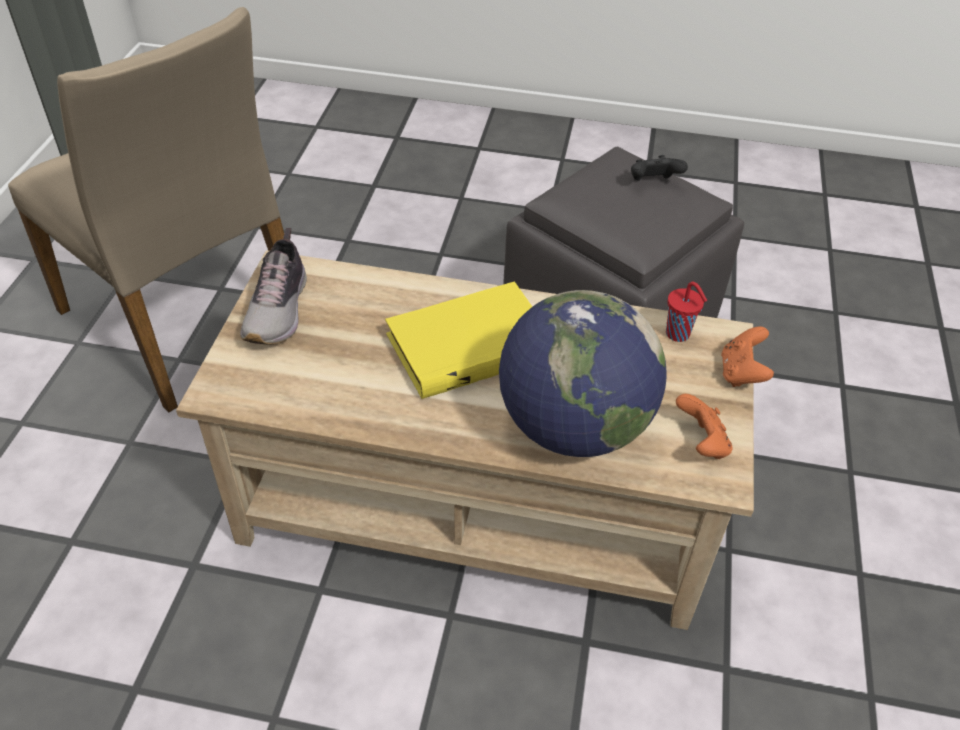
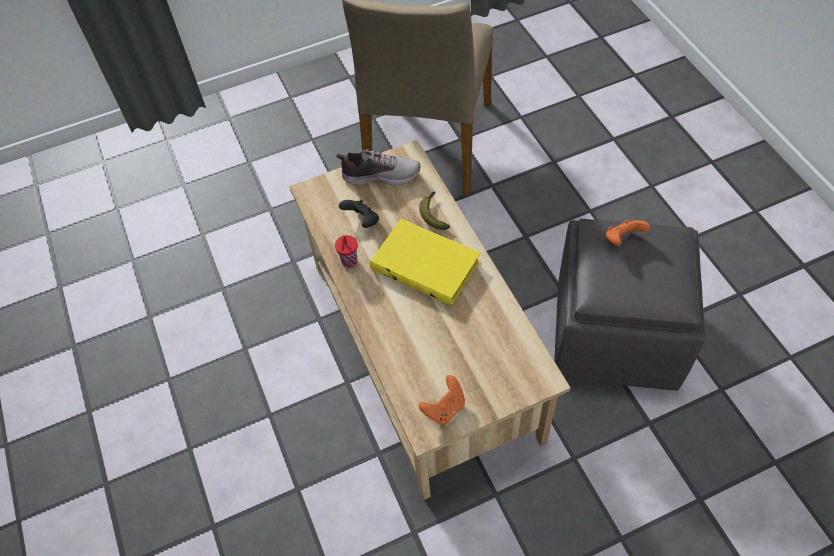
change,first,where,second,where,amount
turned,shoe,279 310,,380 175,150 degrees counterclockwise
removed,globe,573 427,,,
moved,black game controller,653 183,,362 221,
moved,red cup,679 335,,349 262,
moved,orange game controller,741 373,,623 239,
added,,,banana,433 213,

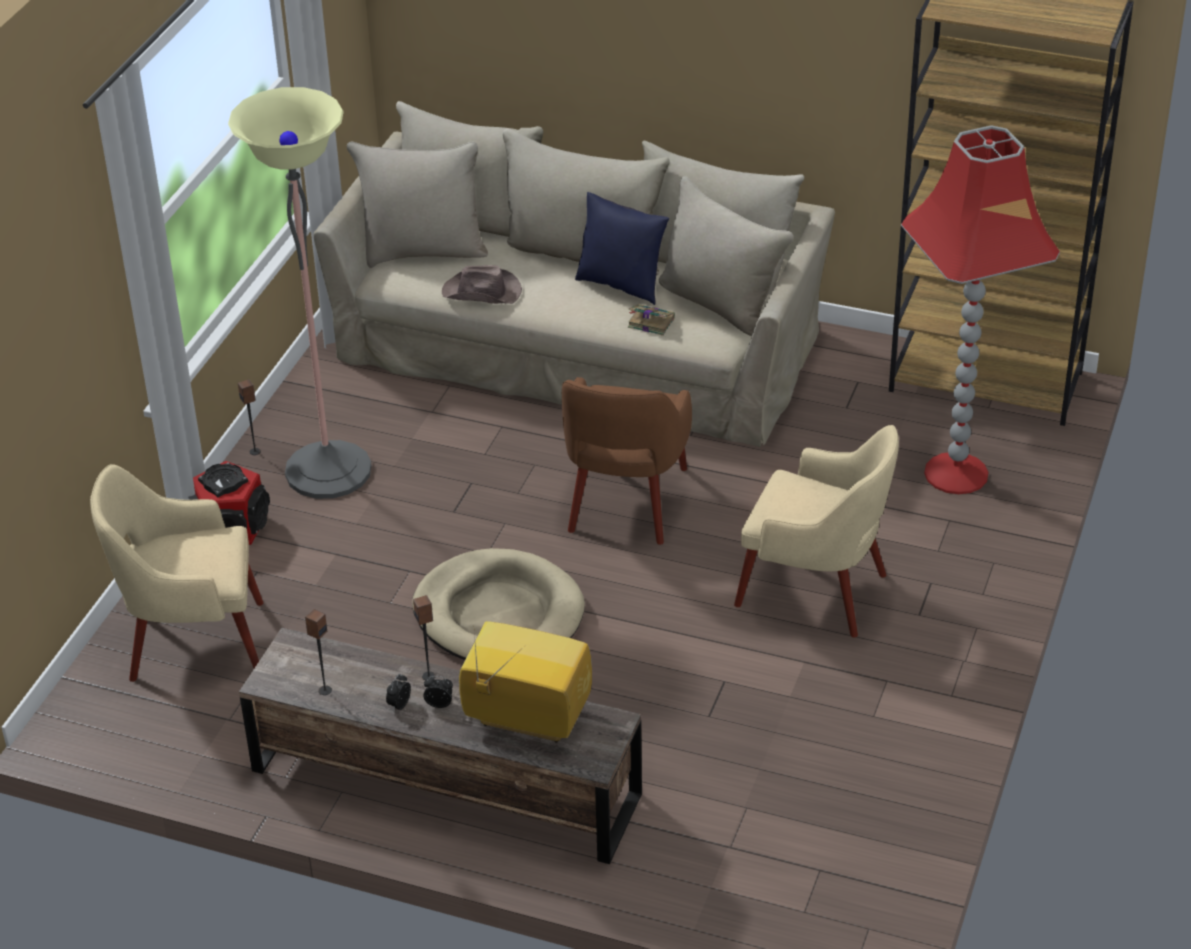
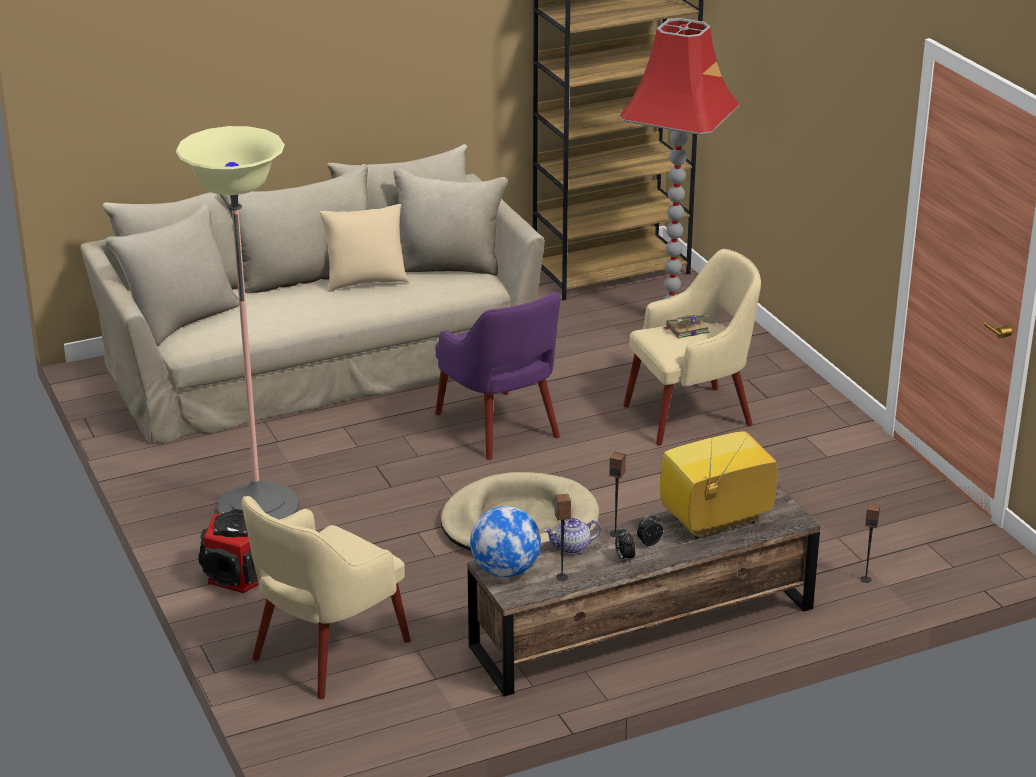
change,first,where,second,where,amount
moved,speaker,255 451,,865 579,
removed,brown hat,482 292,,,
recoloured,brown armchair,626 502,purple armchair,499 427,
recoloured,blue pillow,621 285,beige pillow,365 282,
moved,book,650 322,,686 329,
added,,,globe,505 570,
added,,,teapot,572 547,

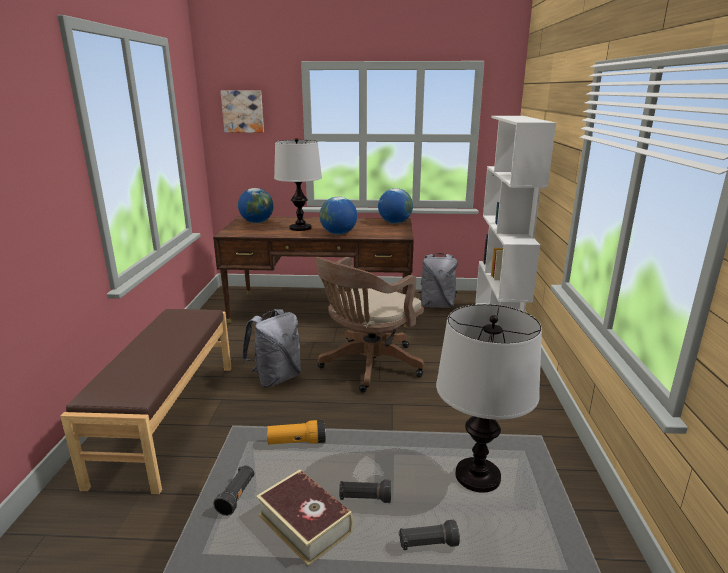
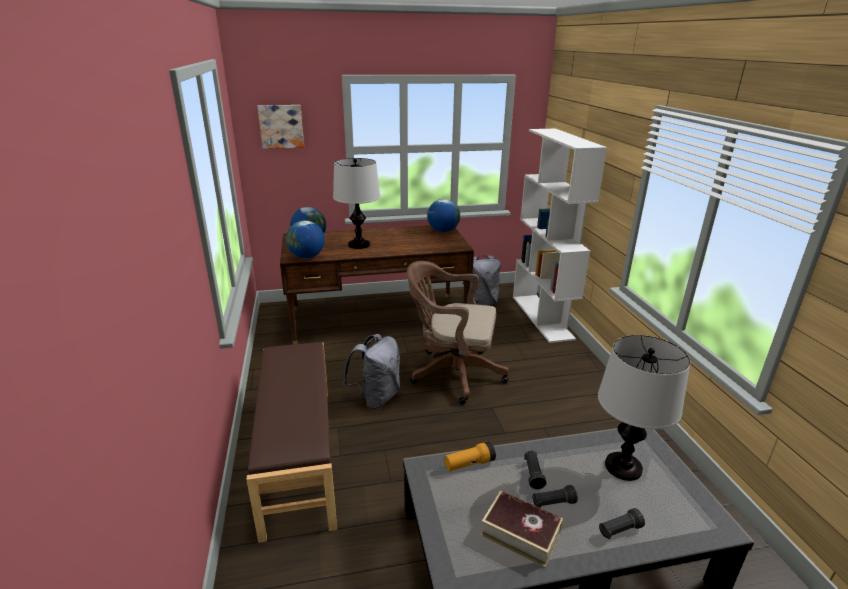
change,first,where,second,where,amount
moved,black flashlight,237 496,,533 474,
turned,brown office chair,367 366,,452 373,75 degrees clockwise
moved,globe,338 234,,307 257,

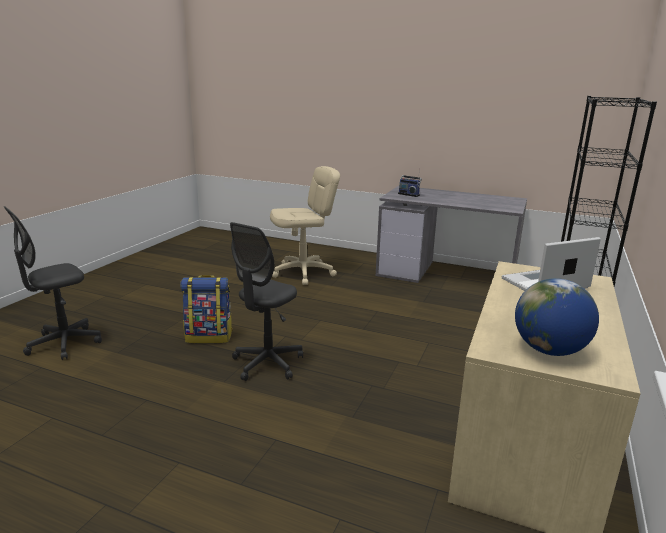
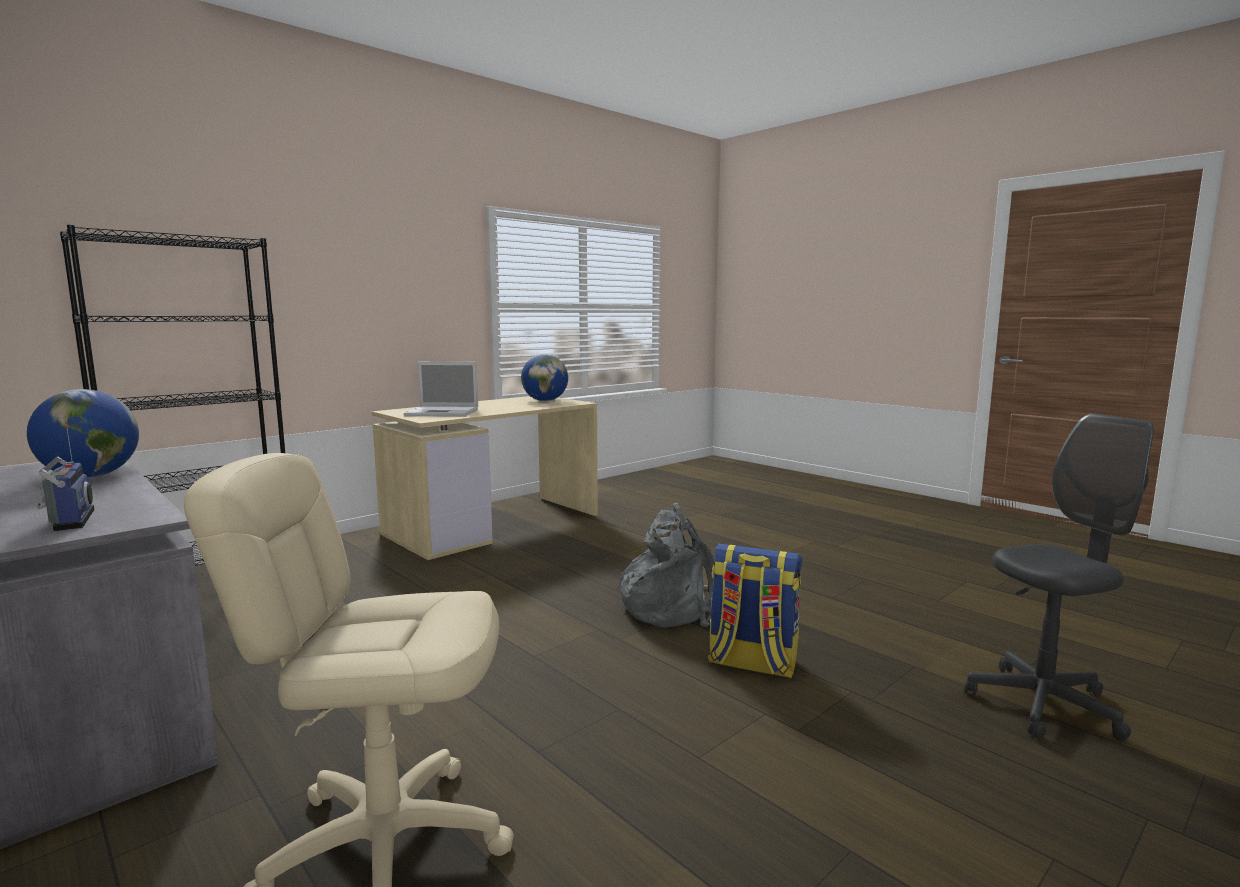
change,first,where,second,where,amount
replaced,grey office chair,267 363,grey backpack,670 607,
added,,,globe,91 476,

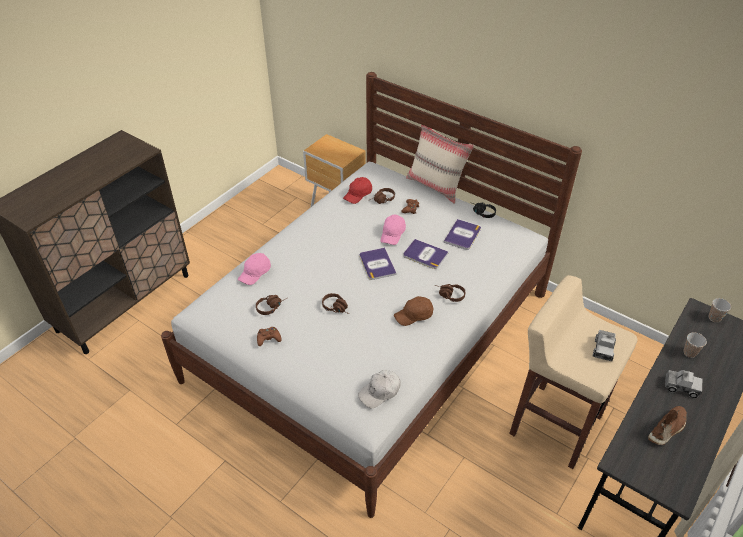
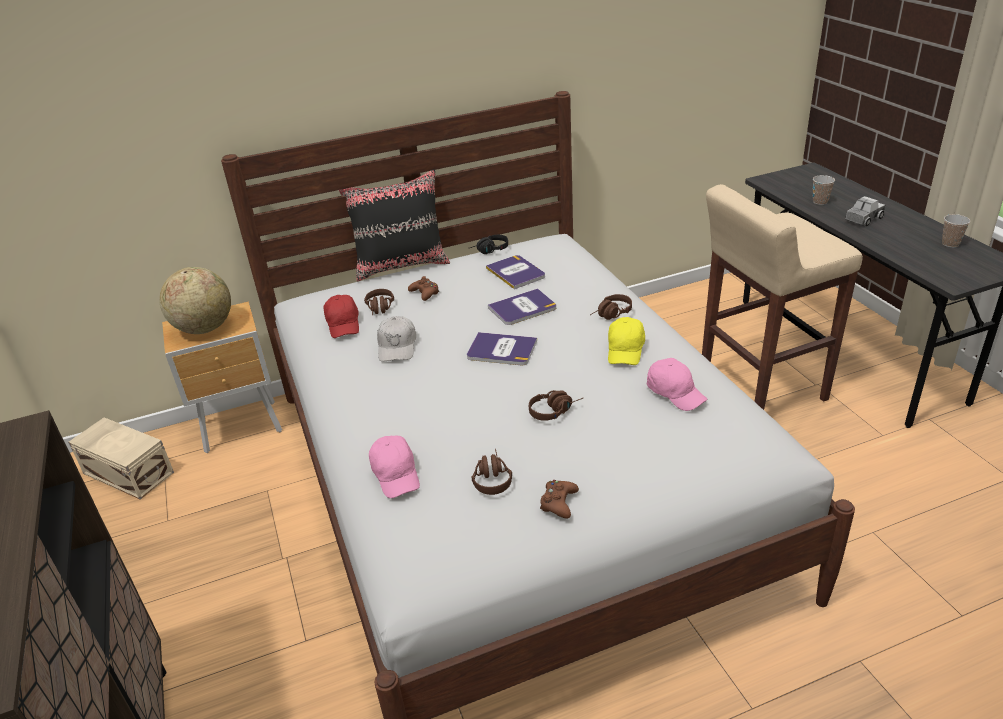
change,first,where,second,where,amount
moved,white cap,380 392,,397 346,
moved,pink cap,393 234,,675 393,
recoloured,brown cap,414 315,yellow cap,625 350,
recoloured,beige pillow,436 186,black pillow,402 265,
removed,toy truck,603 349,,,
removed,brown shoe,667 429,,,
moved,cup,714 318,,950 244,
added,,,beige storage box,128 472,
added,,,globe,204 328,

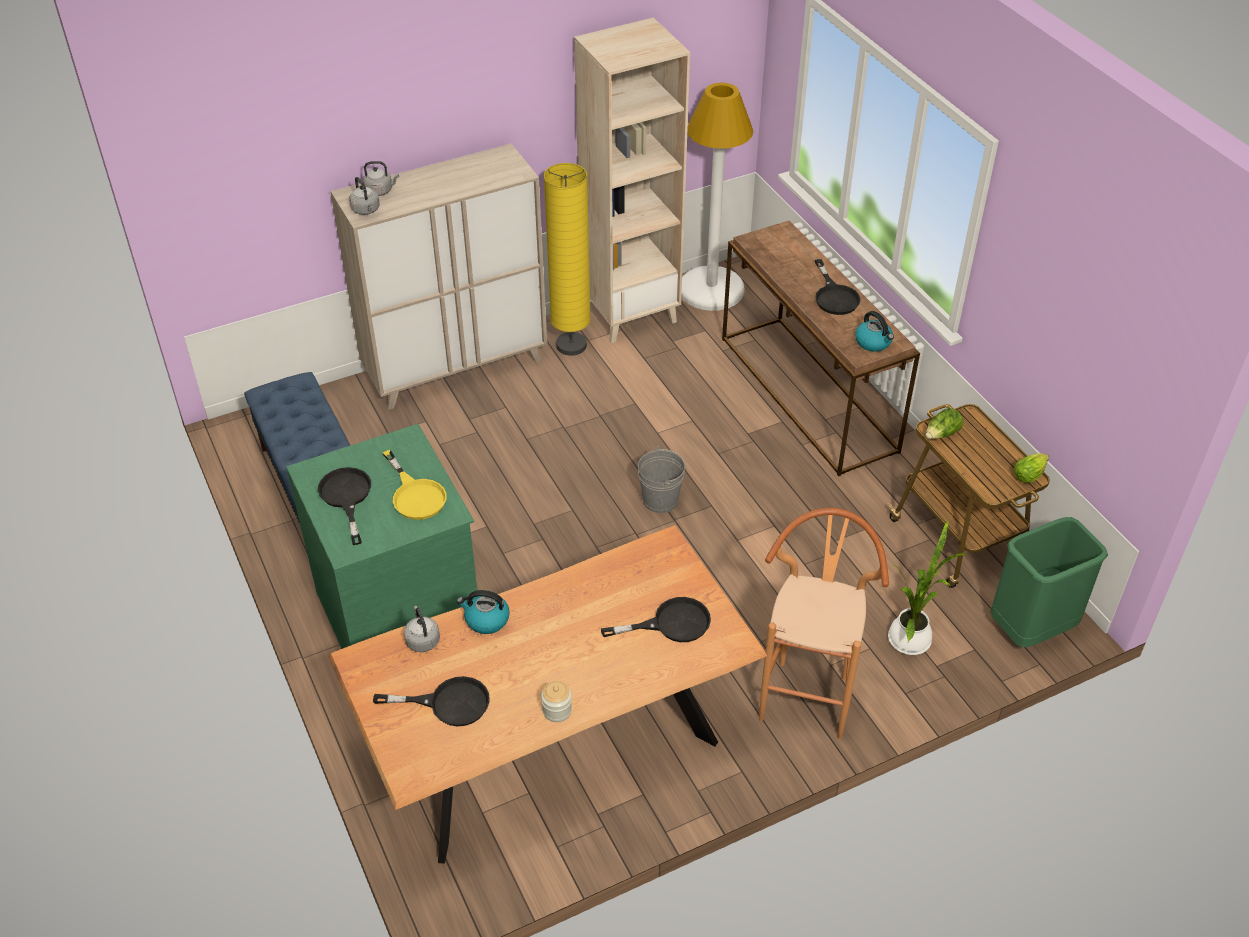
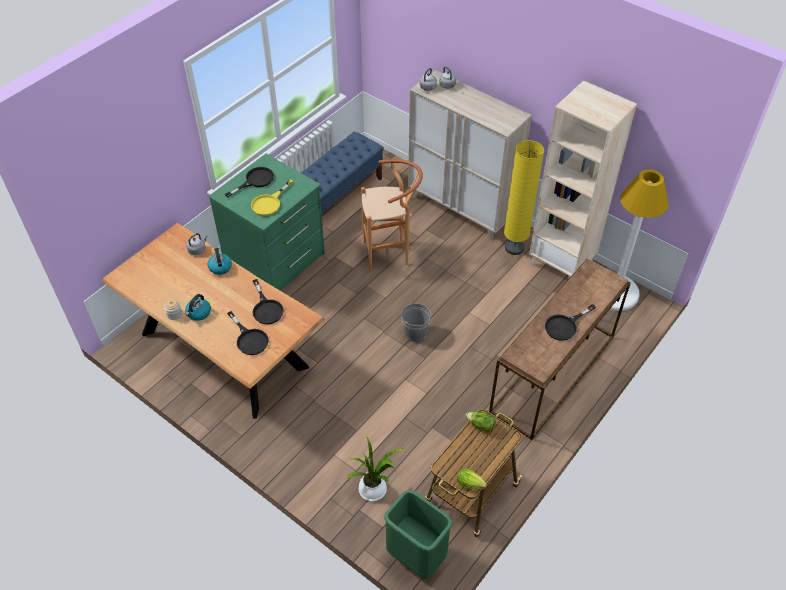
change,first,where,second,where,amount
moved,black frying pan,448 703,,266 308,
moved,brown stool,808 691,,390 254,
moved,kettle,873 342,,198 313,

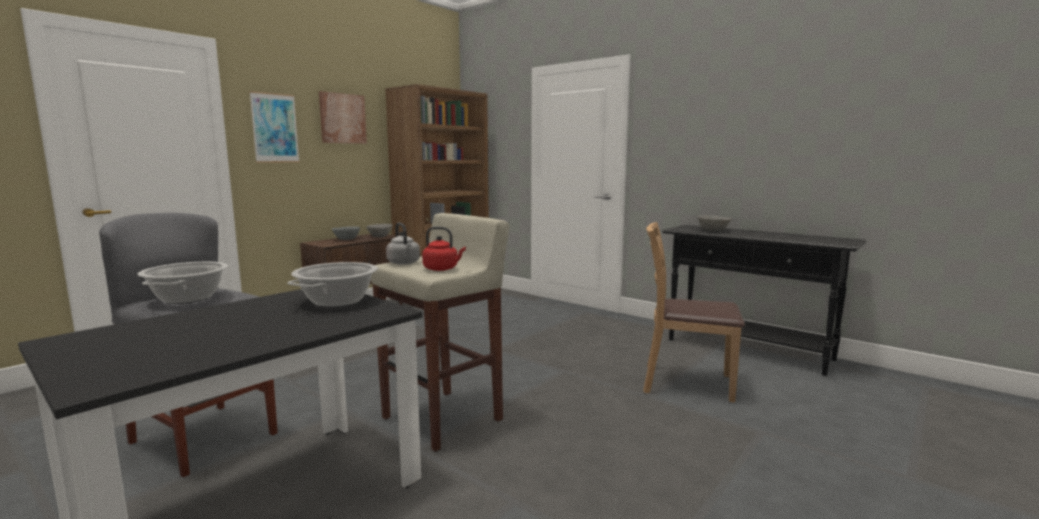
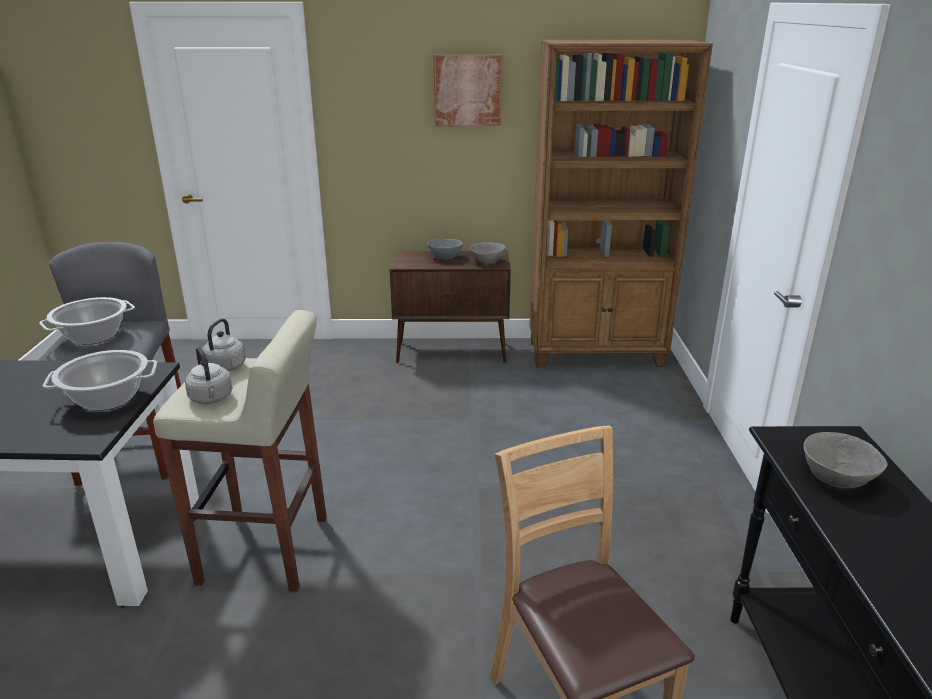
change,first,where,second,where,amount
removed,picture,275 128,,,
recoloured,red kettle,442 269,grey kettle,211 399,

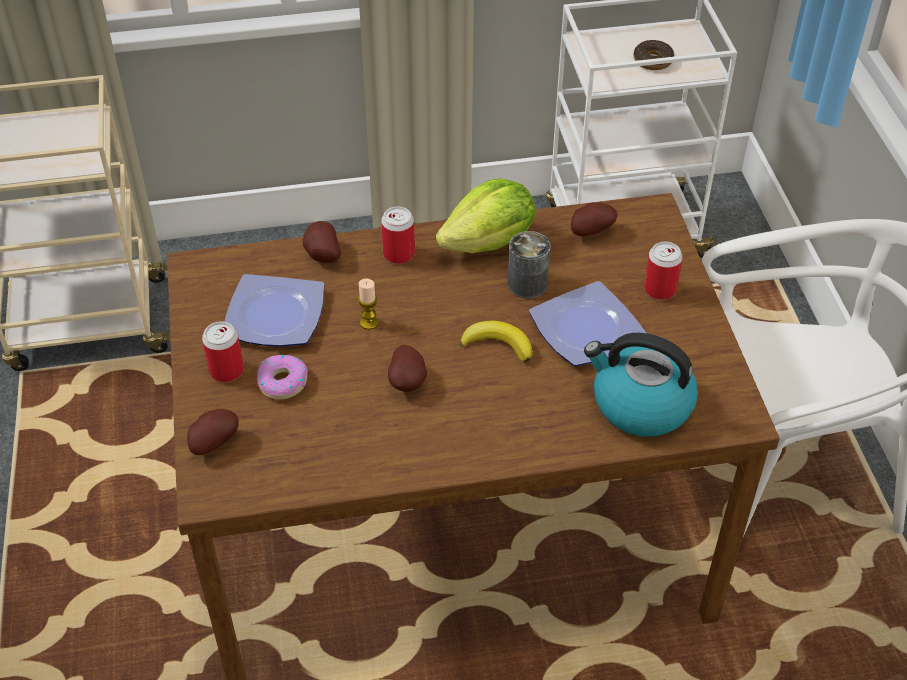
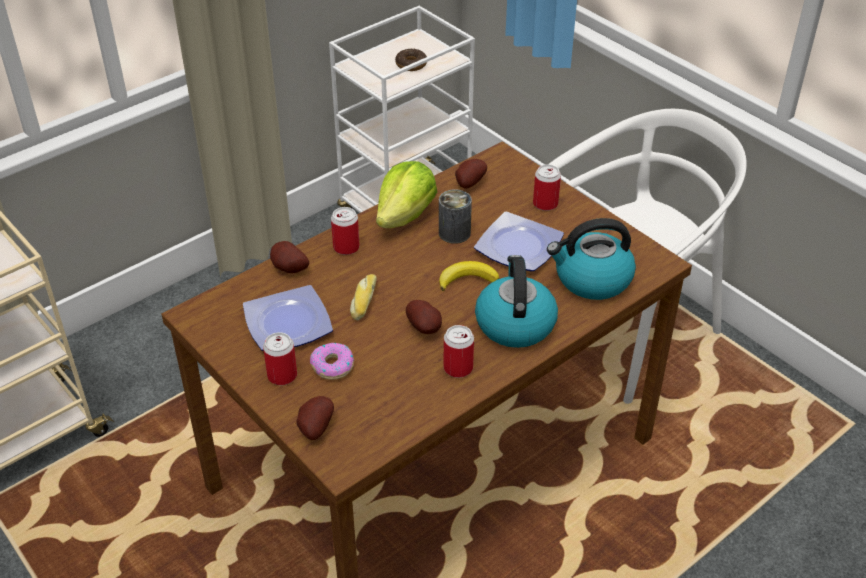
change,first,where,second,where,amount
replaced,candle,369 322,bread,363 301,
added,,,can,458 368,
added,,,kettle,514 323,

